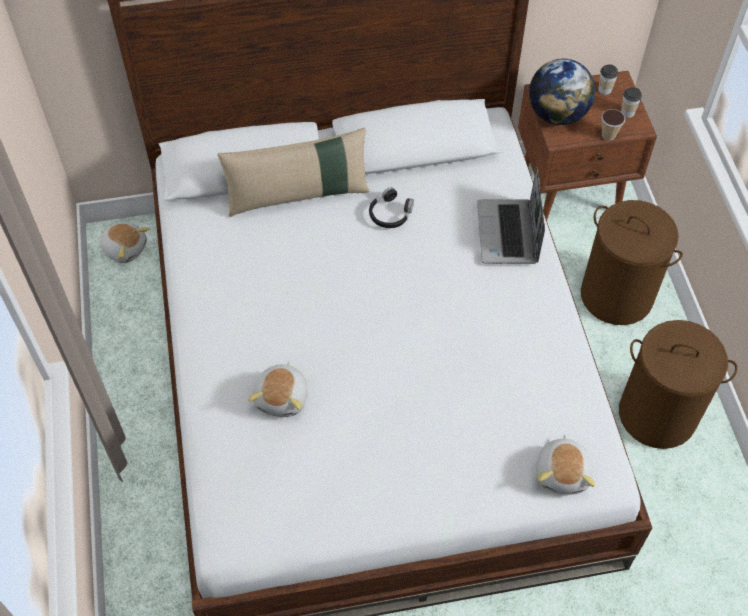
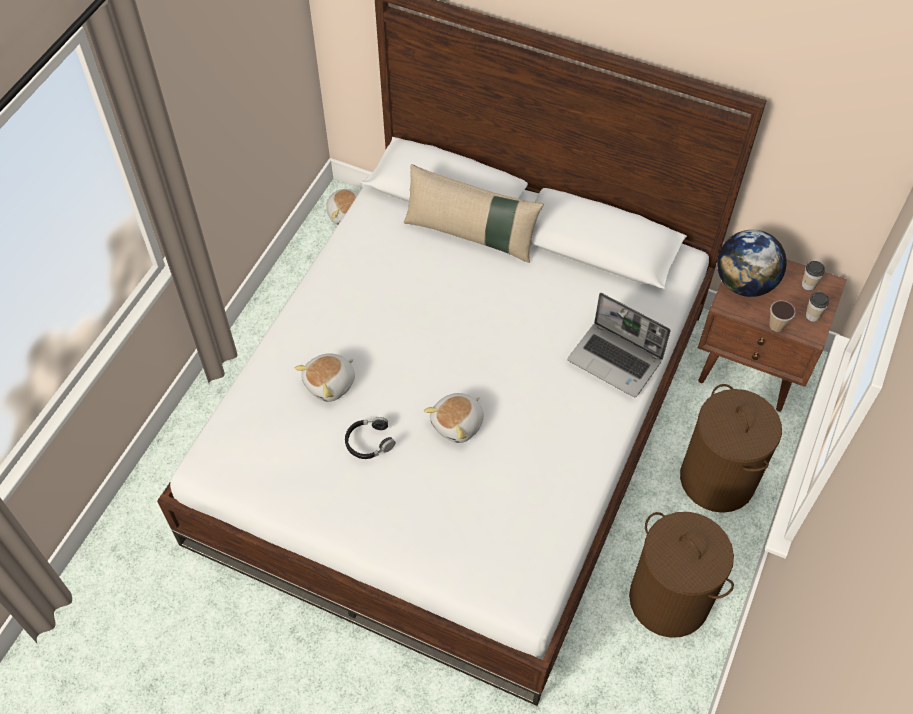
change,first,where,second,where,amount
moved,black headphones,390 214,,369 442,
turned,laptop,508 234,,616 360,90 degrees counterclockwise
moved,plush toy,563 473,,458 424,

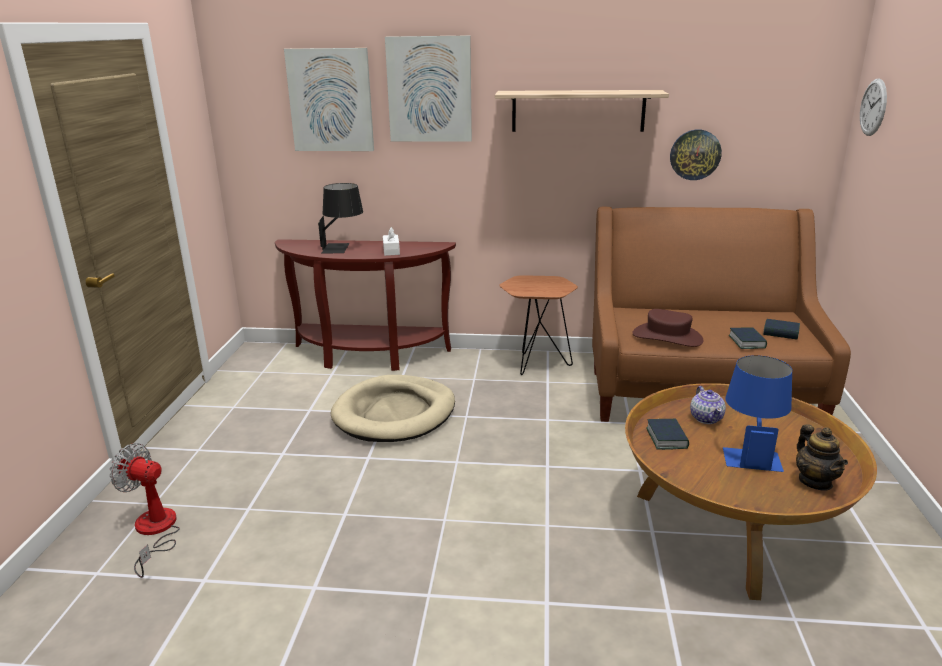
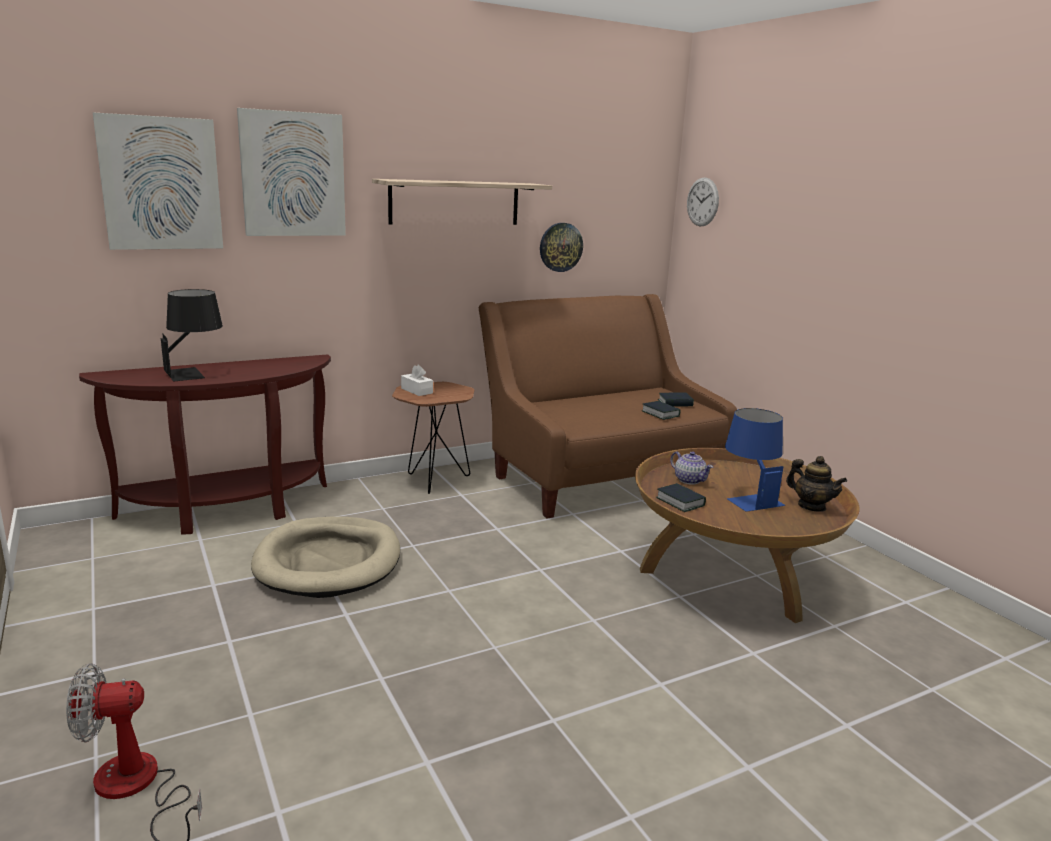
change,first,where,second,where,amount
moved,white tissue box,391 251,,417 391,
removed,brown hat,667 337,,,

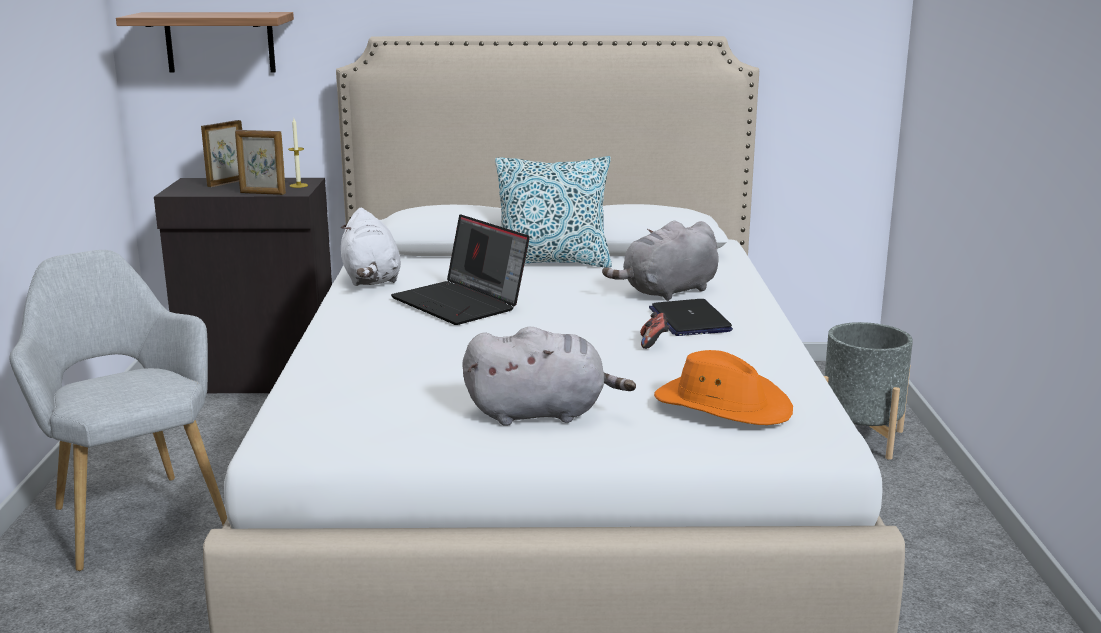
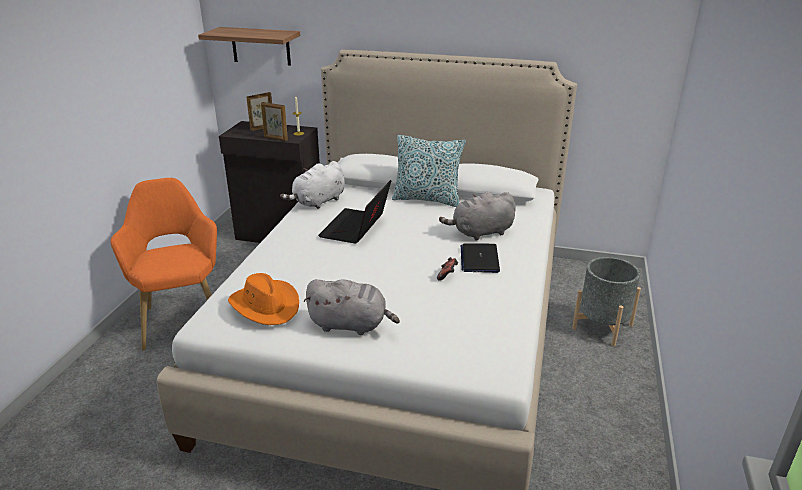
change,first,where,second,where,amount
recoloured,grey armchair,132 514,orange armchair,182 318,
turned,white plush toy,371 279,,318 202,45 degrees clockwise
turned,laptop,462 303,,356 228,45 degrees clockwise
moved,orange hat,722 405,,266 305,

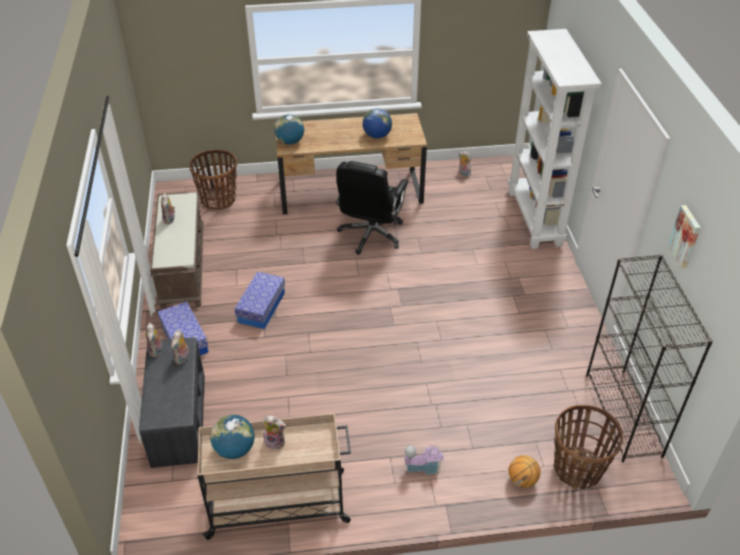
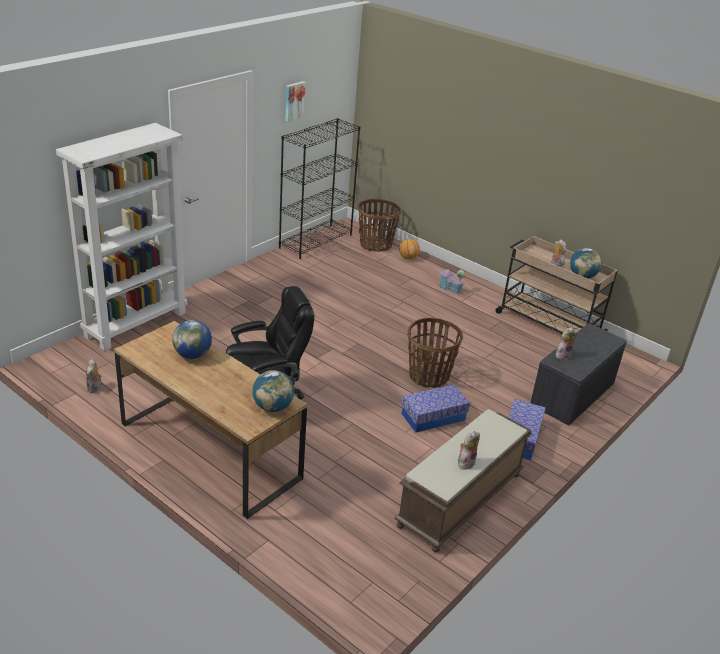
change,first,where,second,where,amount
removed,plush toy,157 351,,,
moved,basket,218 200,,429 376,

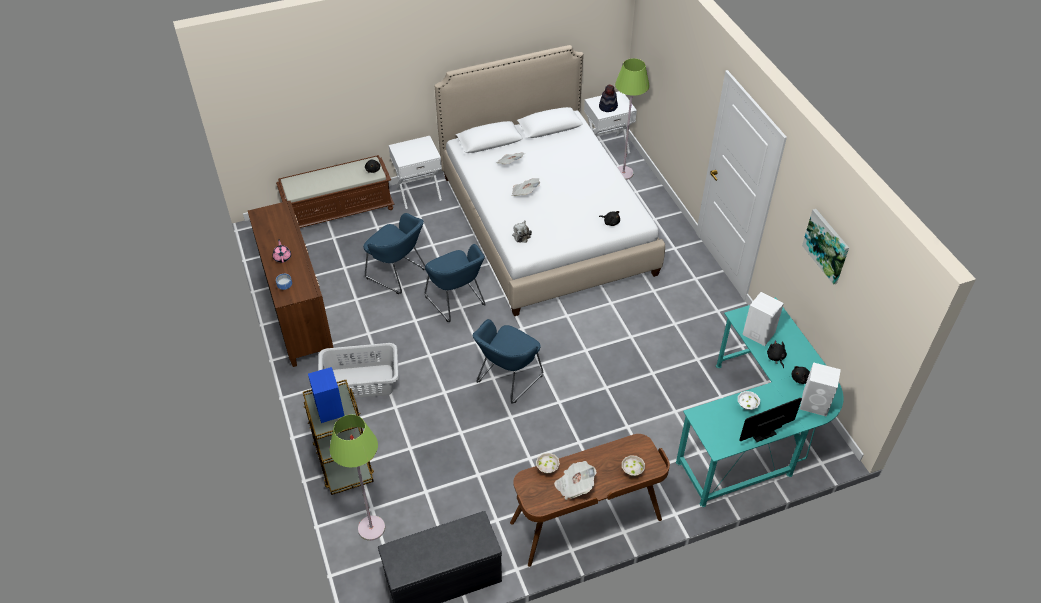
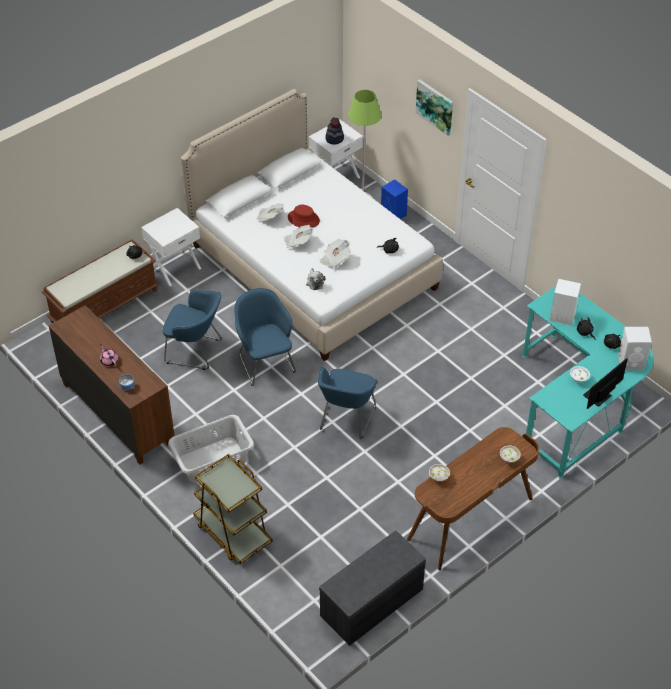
change,first,where,second,where,amount
moved,blue speaker,330 410,,394 214,
removed,green floor lamp,371 528,,,
turned,blue armchair,457 302,,265 362,150 degrees counterclockwise
moved,newspaper,574 486,,335 259,
moved,picture,827 246,,435 106,
added,,,red hat,303 219,

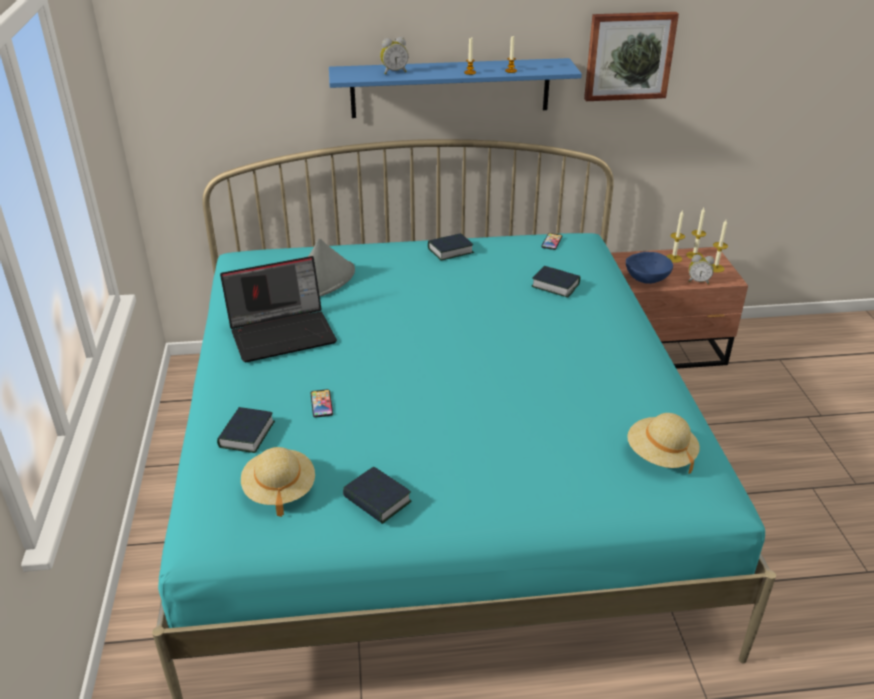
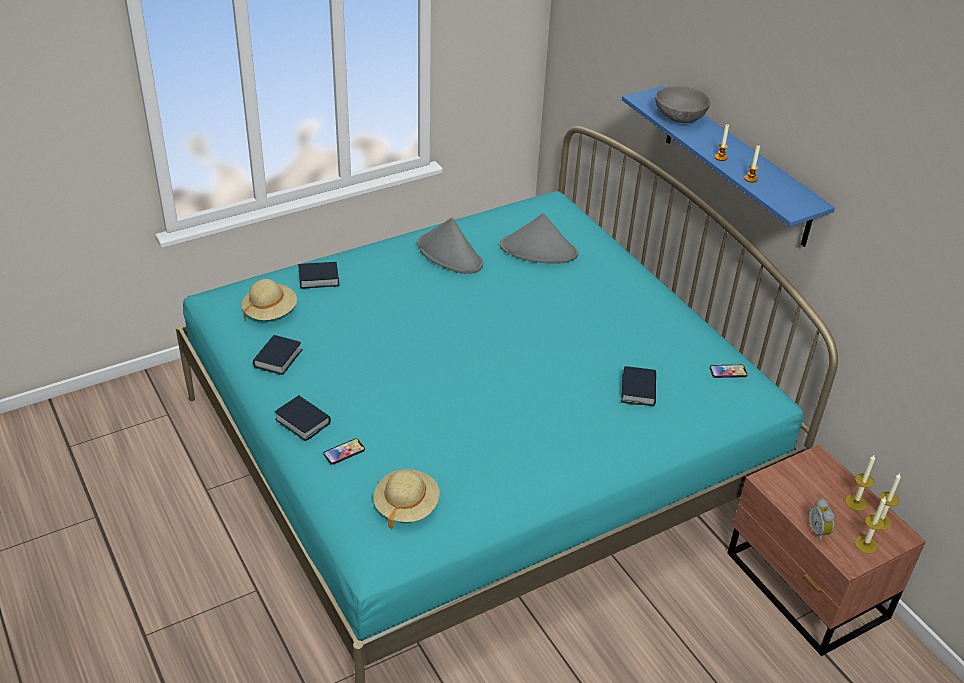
change,first,where,second,where,amount
replaced,laptop,283 333,grey hat,450 254,
moved,phone,321 404,,344 452,
replaced,alarm clock,394 72,grey bowl,680 119,
moved,book,450 251,,303 421,
removed,picture,629 56,,,
removed,blue bowl,646 279,,,

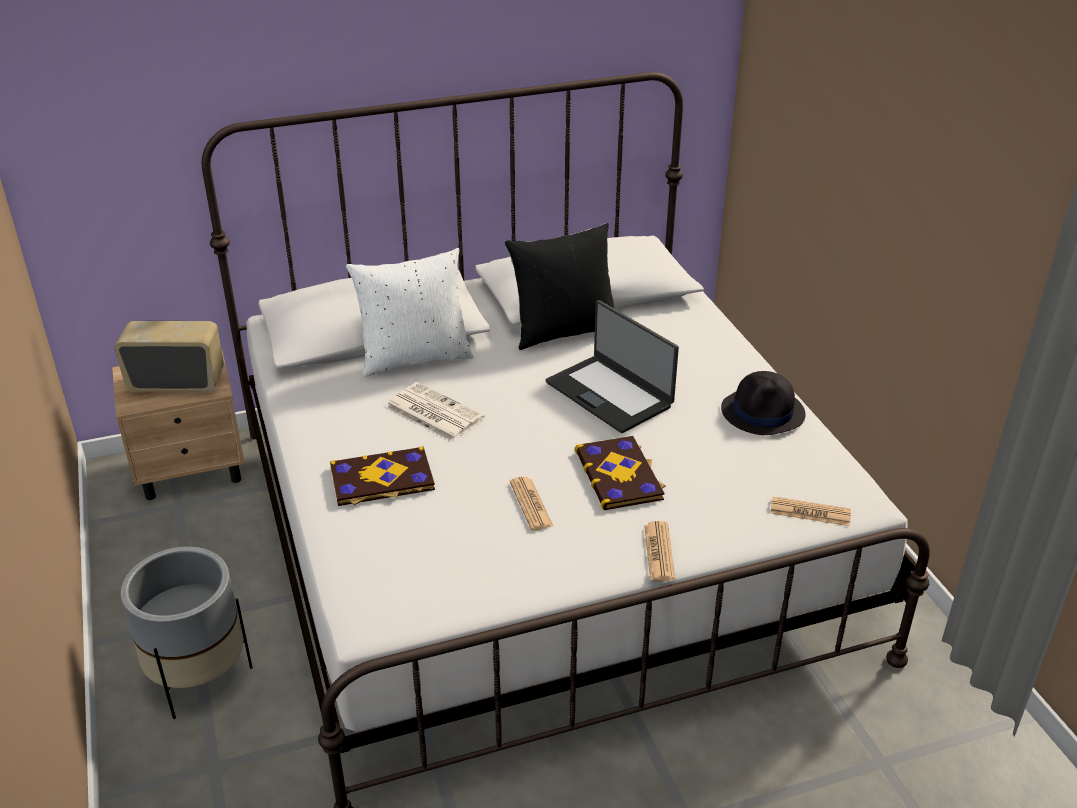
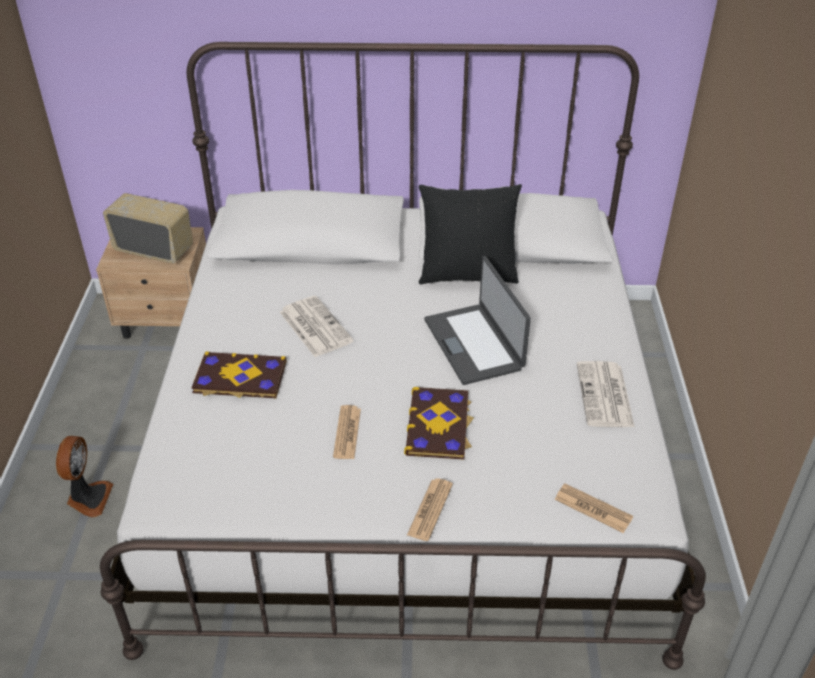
change,first,where,second,where,amount
replaced,grey planter,199 678,fan,88 498,
removed,white pillow,414 358,,,
replaced,black hat,763 412,newspaper,605 396,

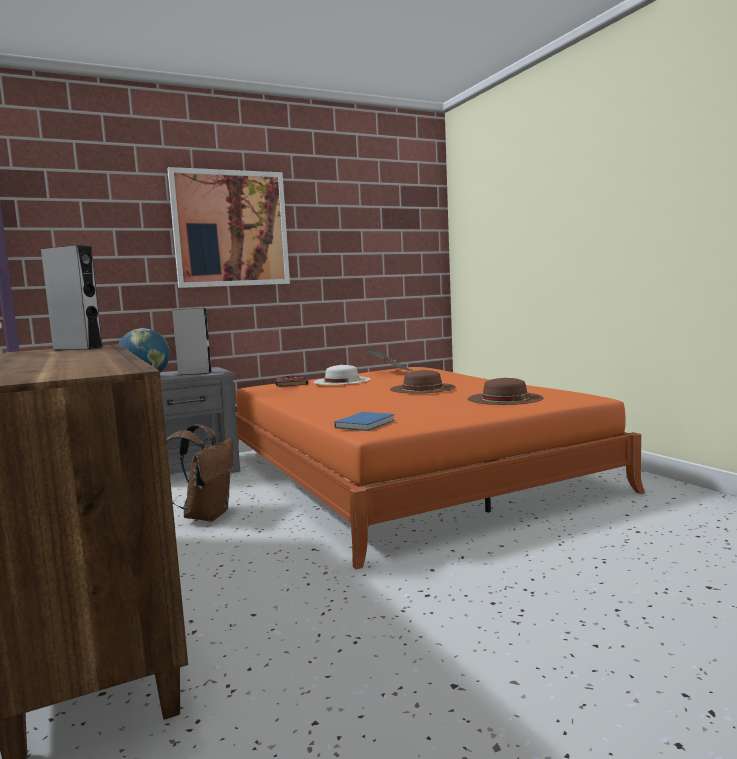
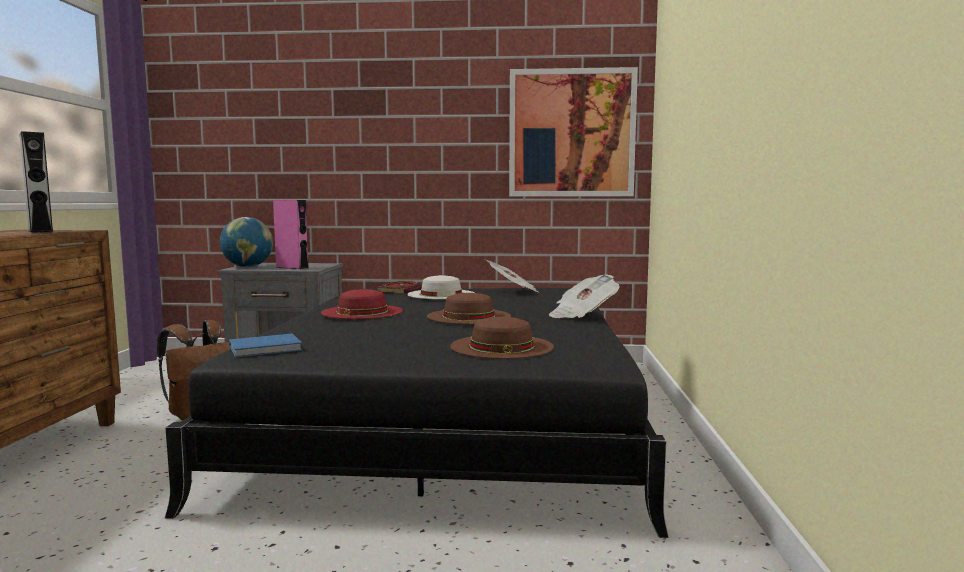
change,first,where,second,where,amount
moved,picture,231 229,,571 133,
recoloured,grey speaker,195 373,pink speaker,292 267,
recoloured,orange bed,402 471,black bed,450 415,
added,,,red hat,362 312,
added,,,newspaper,582 315,

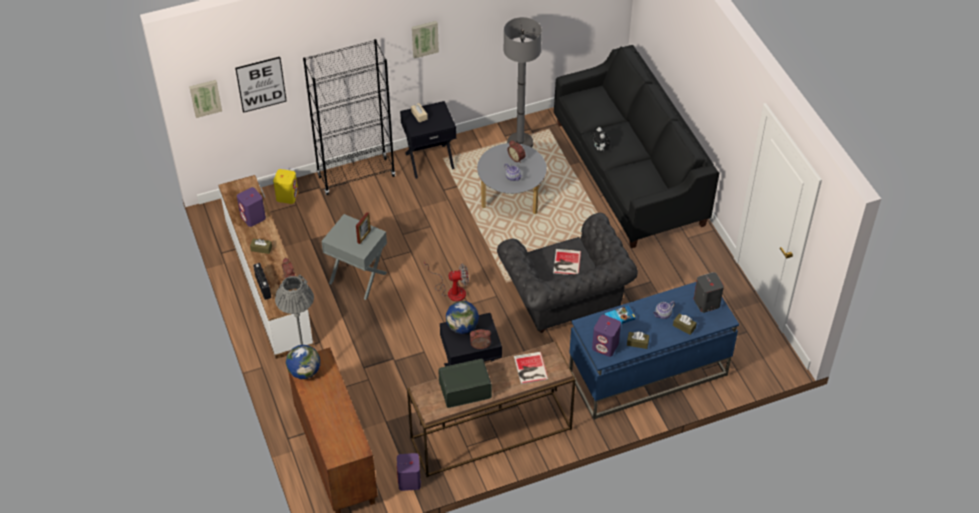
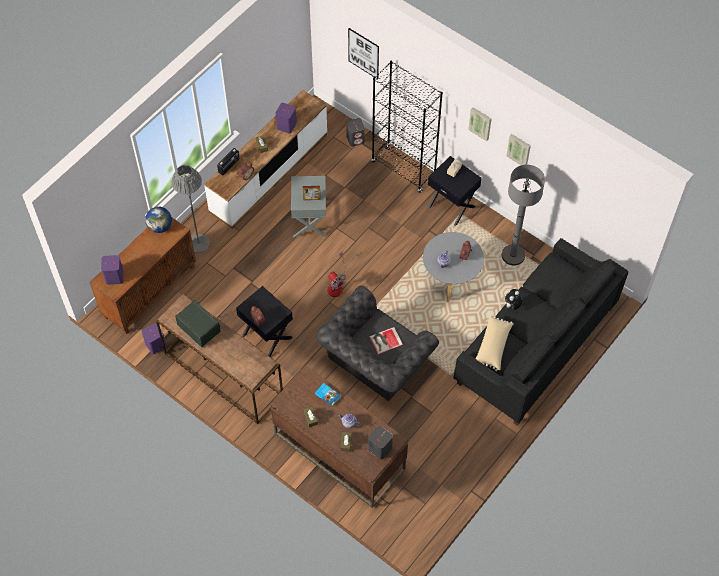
change,first,where,second,where,amount
moved,picture,205 97,,519 149,
recoloured,yellow speaker,287 196,grey speaker,355 139,
removed,globe,462 327,,,
removed,book,530 369,,,
recoloured,blue desk,647 374,brown desk,339 451,
moved,purple speaker,605 346,,114 277,
added,,,beige pillow,493 346,

